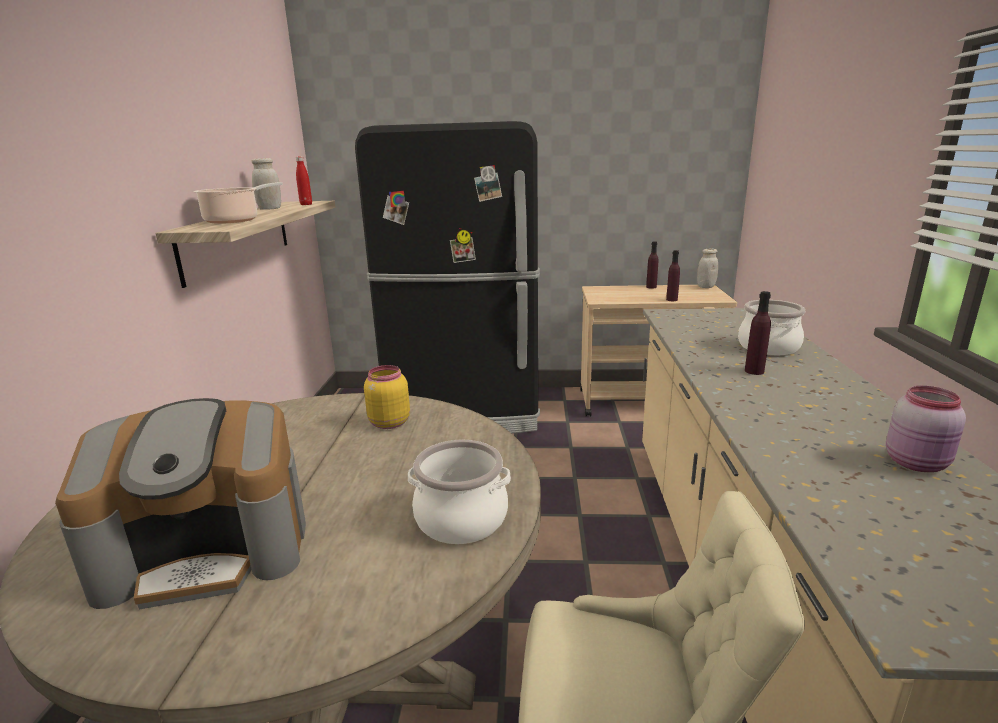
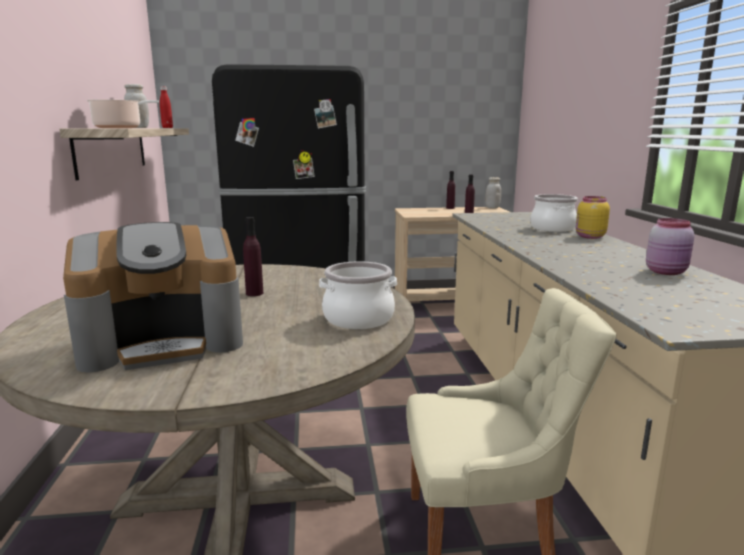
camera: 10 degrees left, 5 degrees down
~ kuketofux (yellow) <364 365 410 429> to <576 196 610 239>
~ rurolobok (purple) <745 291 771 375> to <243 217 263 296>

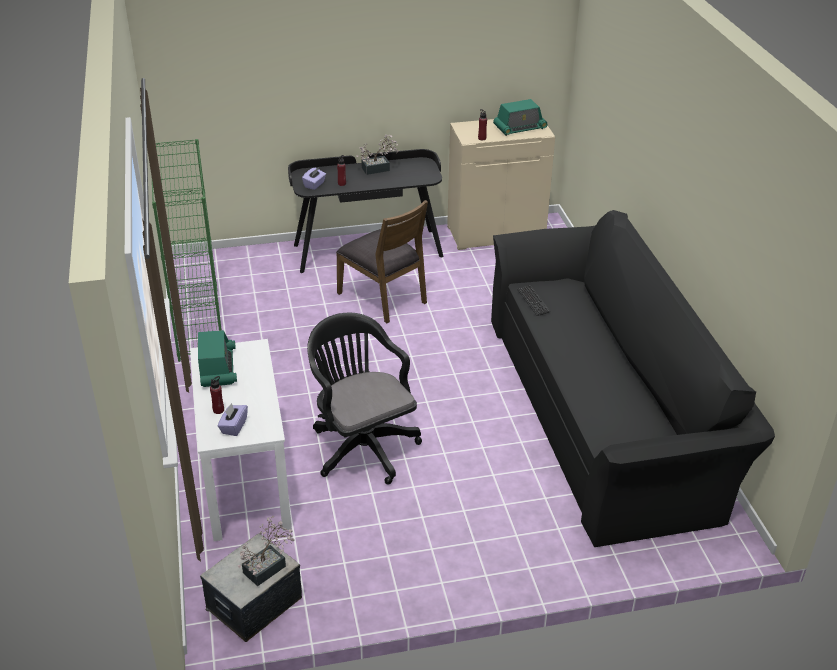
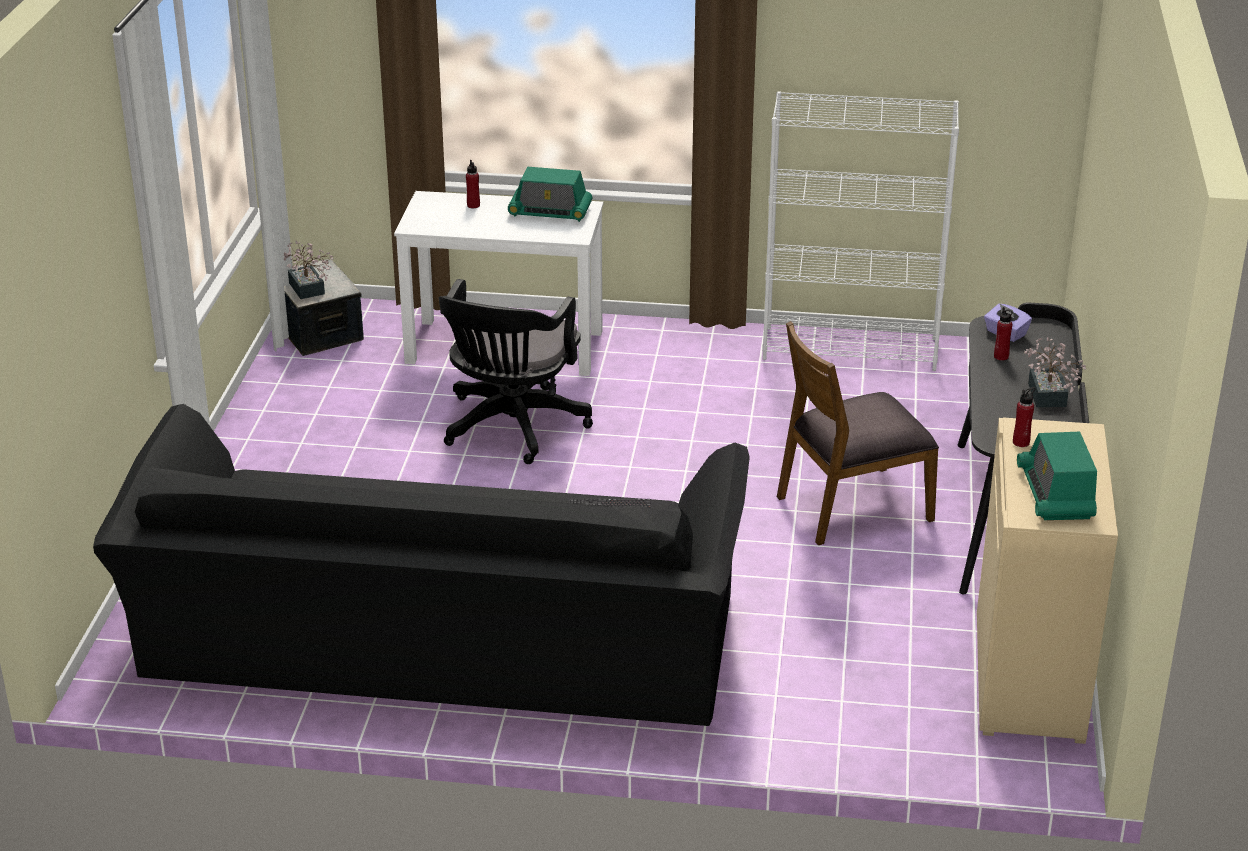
camera: 110 degrees right, 5 degrees down
- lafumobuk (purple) <218 403 248 436>
~ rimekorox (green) <152 139 222 362> to rimekorox (white) <762 91 959 371>
~ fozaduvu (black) <307 313 422 485> = <438 279 593 464> 120 degrees clockwise

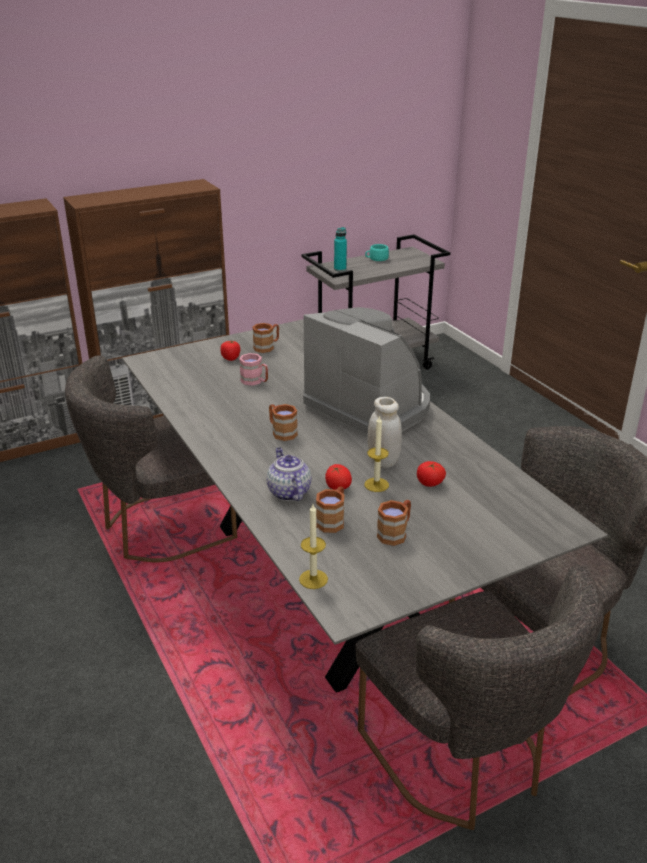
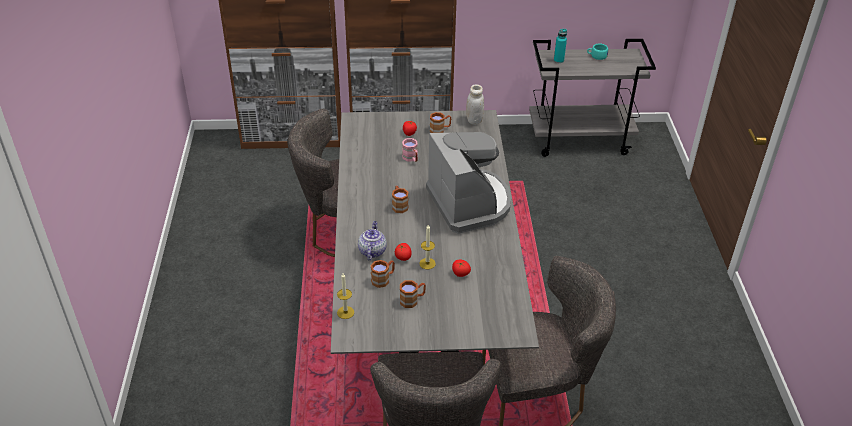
camera: 25 degrees right, 10 degrees up
~ kuketofux (white) <368 397 402 468> to <466 84 484 125>

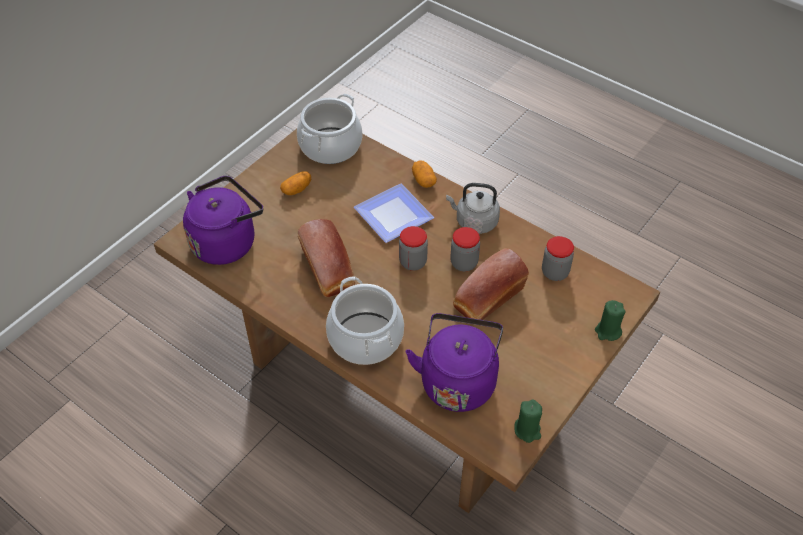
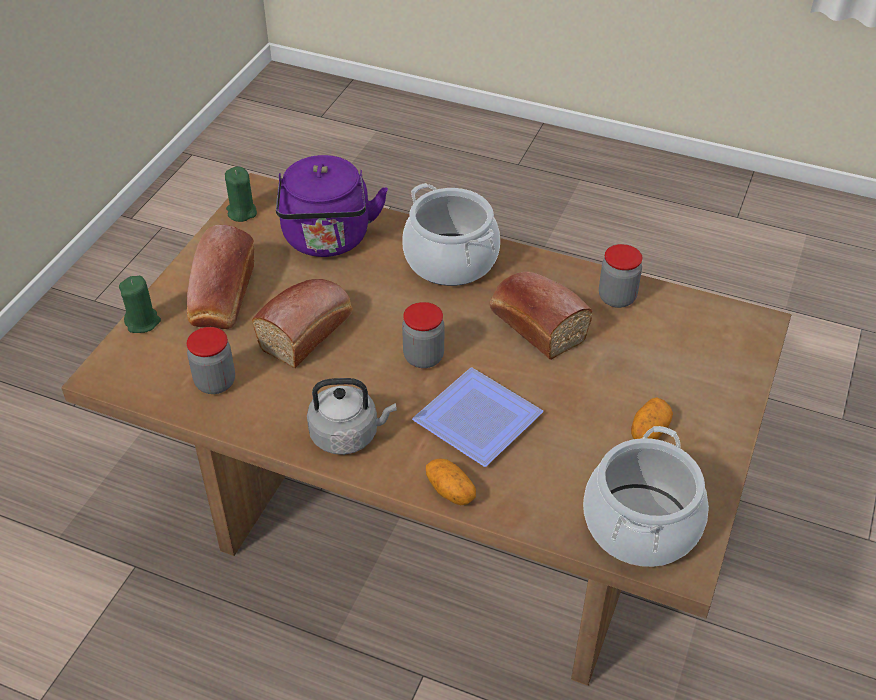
camera: 165 degrees right, 5 degrees down
- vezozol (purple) <183 176 263 265>
+ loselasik <187 225 255 329>
~ kuketofux <450 227 480 272> to <599 244 642 308>

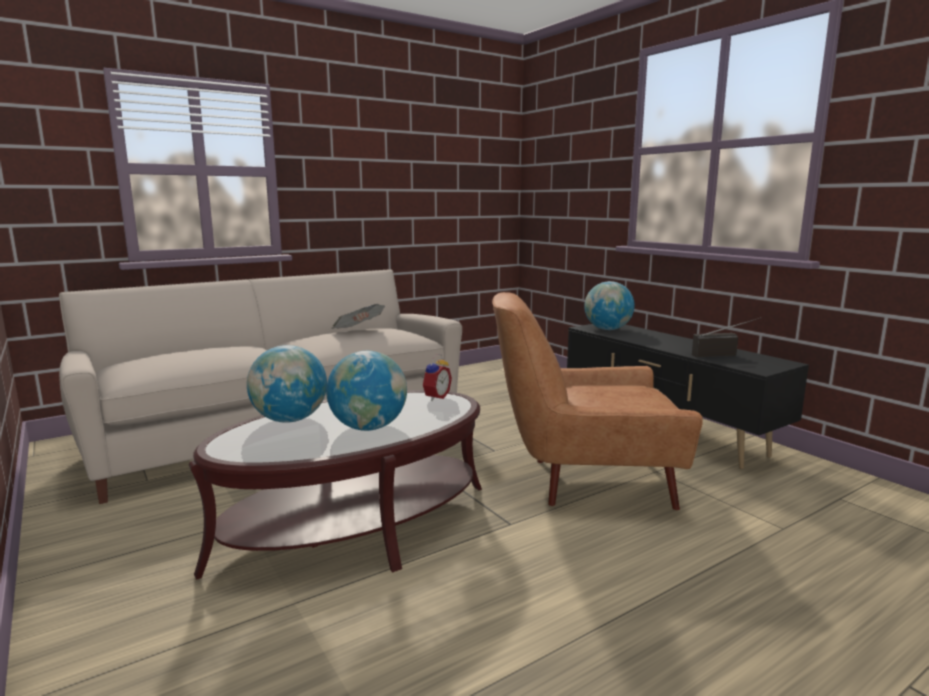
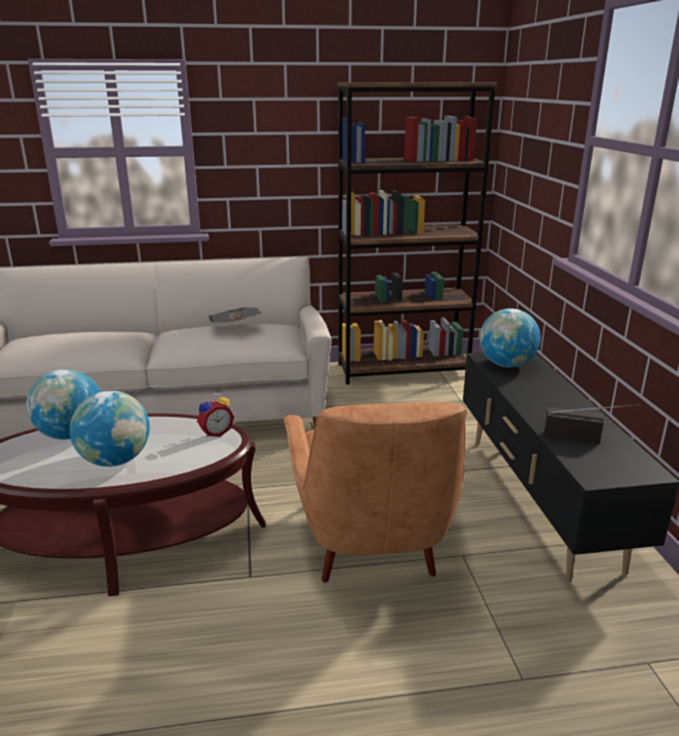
camera: 25 degrees right, 10 degrees up
+ rimekorox (brown) <337 82 497 385>
~ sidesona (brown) <492 292 703 510> = <283 402 467 582> 120 degrees counterclockwise

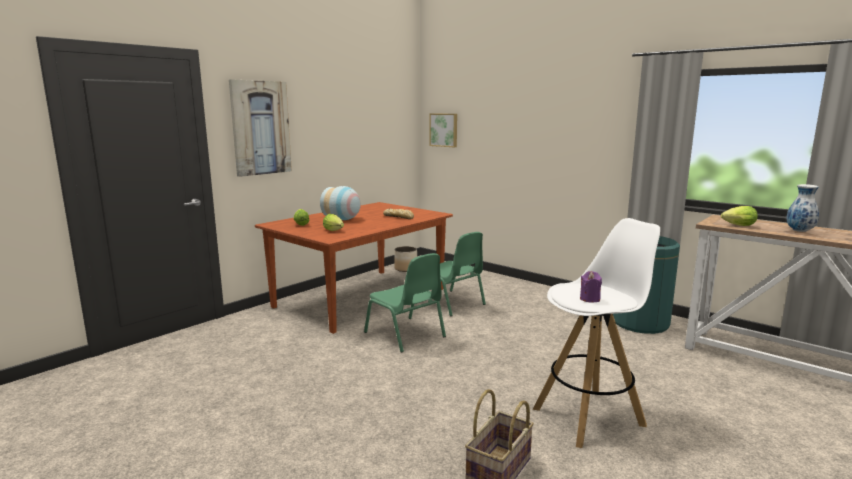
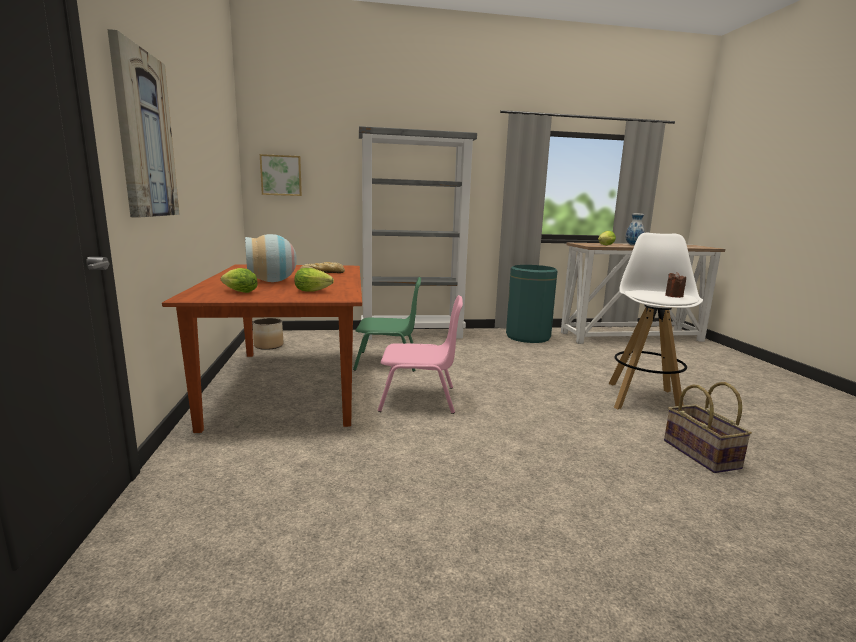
camera: 50 degrees left, 0 degrees up
+ rimekorox (grey) <359 126 477 340>
~ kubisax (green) <364 253 446 353> to kubisax (pink) <378 295 463 414>
~ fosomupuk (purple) <580 271 602 303> to fosomupuk (brown) <665 272 686 298>

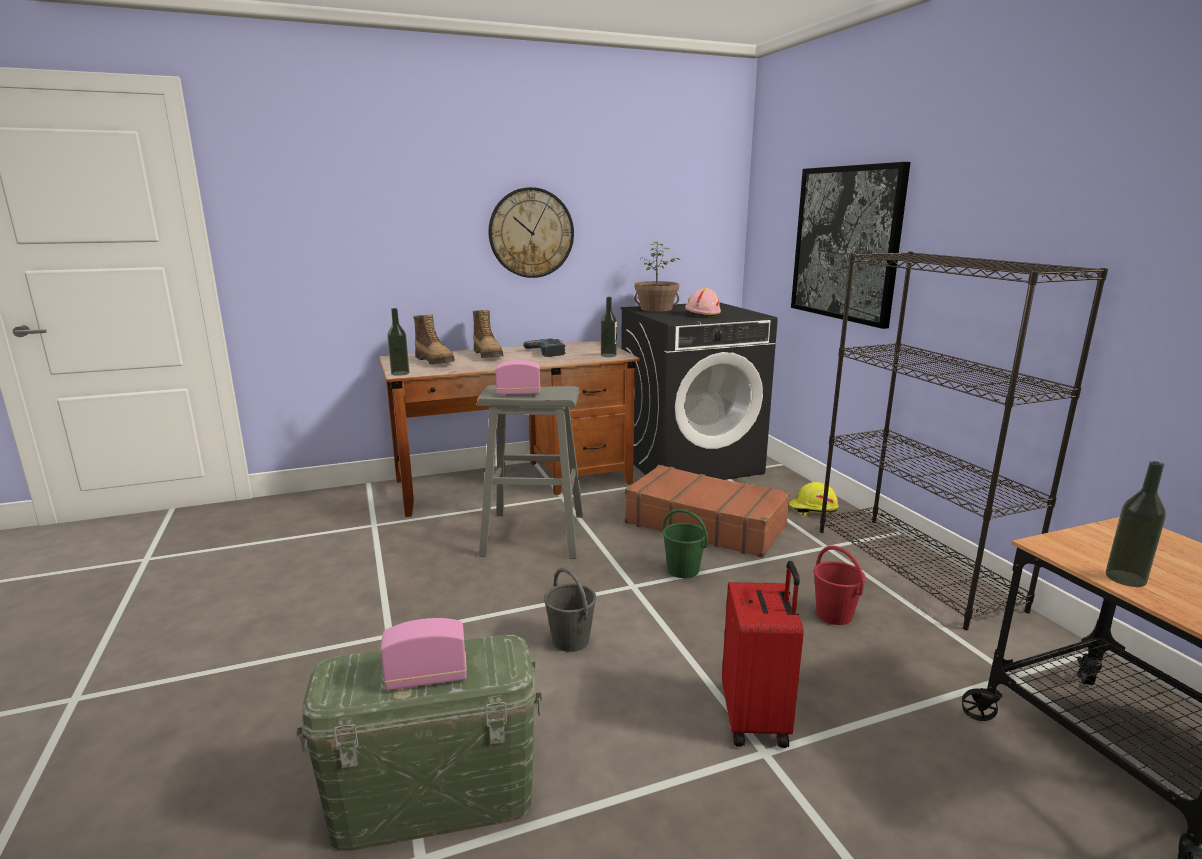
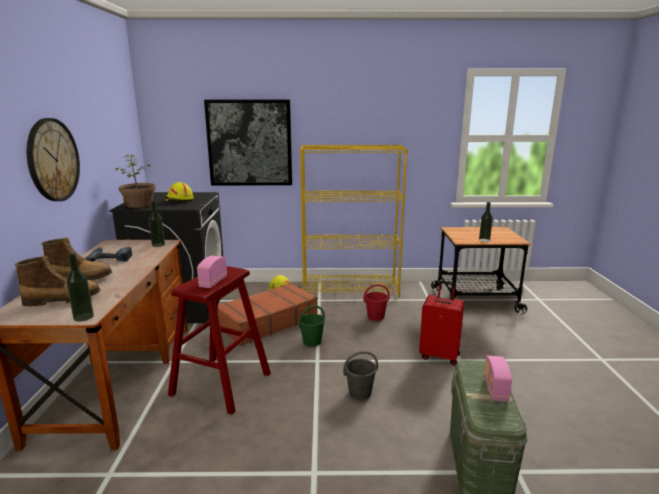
camera: 70 degrees left, 0 degrees up
~ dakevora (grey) <477 385 583 559> to dakevora (red) <168 266 271 415>
~ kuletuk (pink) <685 288 721 317> to kuletuk (yellow) <165 182 194 201>
~ rimekorox (black) <820 252 1108 630> to rimekorox (yellow) <300 144 408 297>

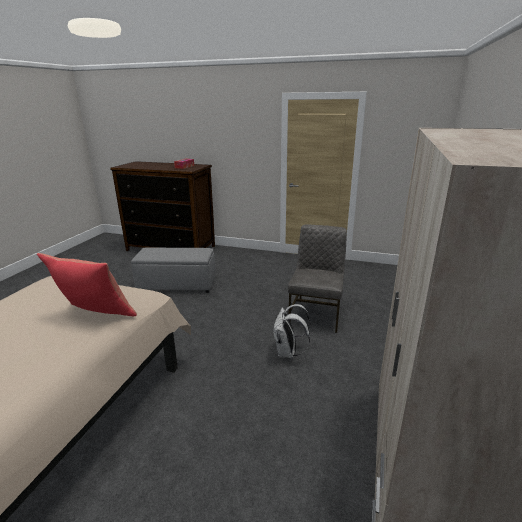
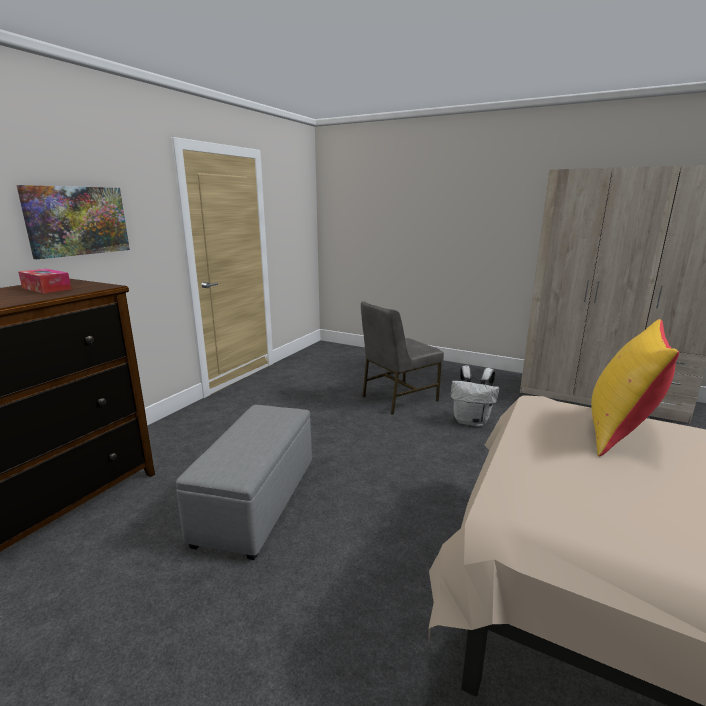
camera: 80 degrees left, 5 degrees down
+ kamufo <17 185 130 259>
~ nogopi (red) <37 253 137 316> to nogopi (yellow) <591 319 679 456>
~ kubisax (grey) <288 224 347 333> = <361 301 444 415> 60 degrees counterclockwise

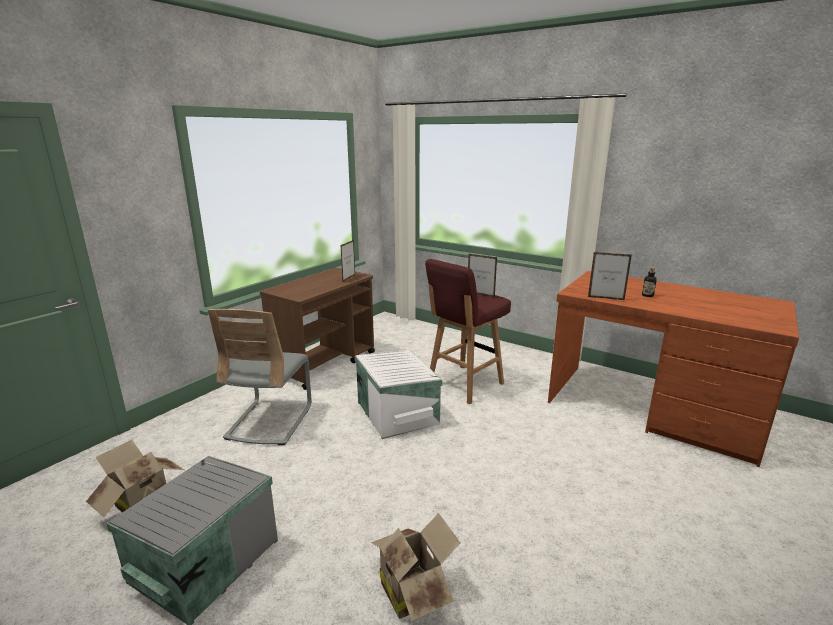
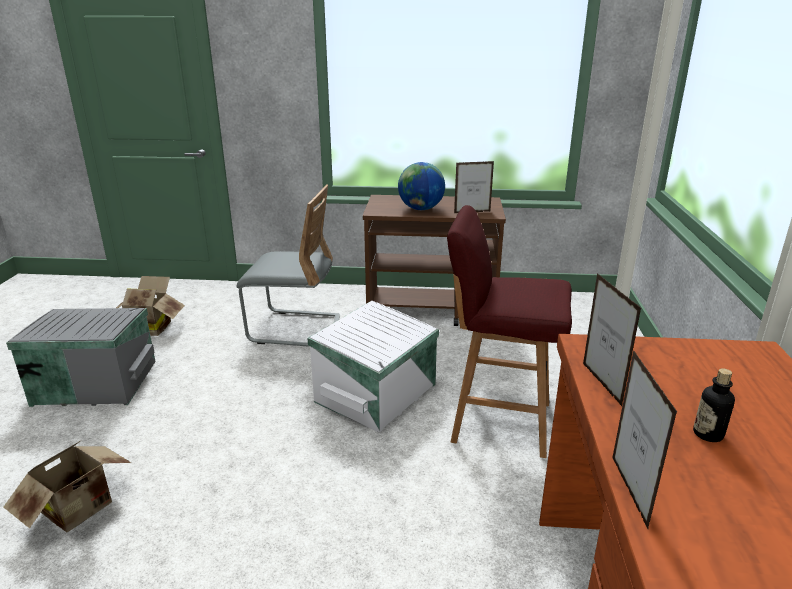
camera: 60 degrees right, 5 degrees up
+ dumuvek <398 162 445 210>
~ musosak <468 254 497 297> to <612 350 677 529>
~ kubisax (grey) <208 309 311 445> = <236 185 340 347> 150 degrees counterclockwise

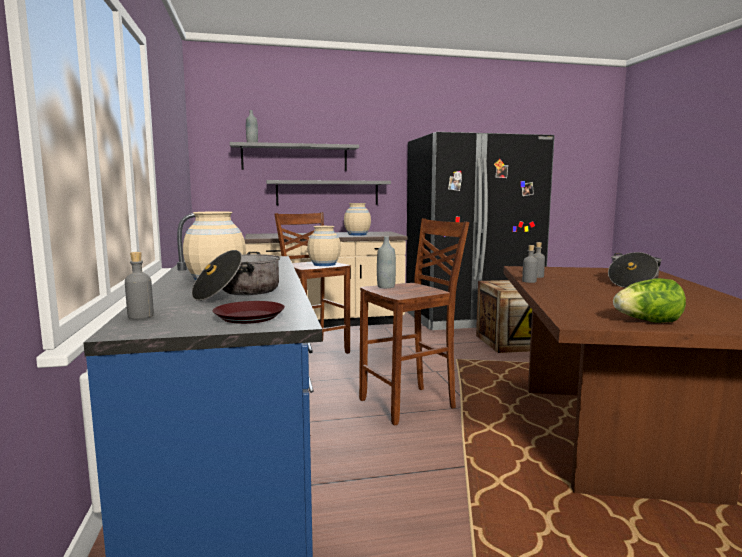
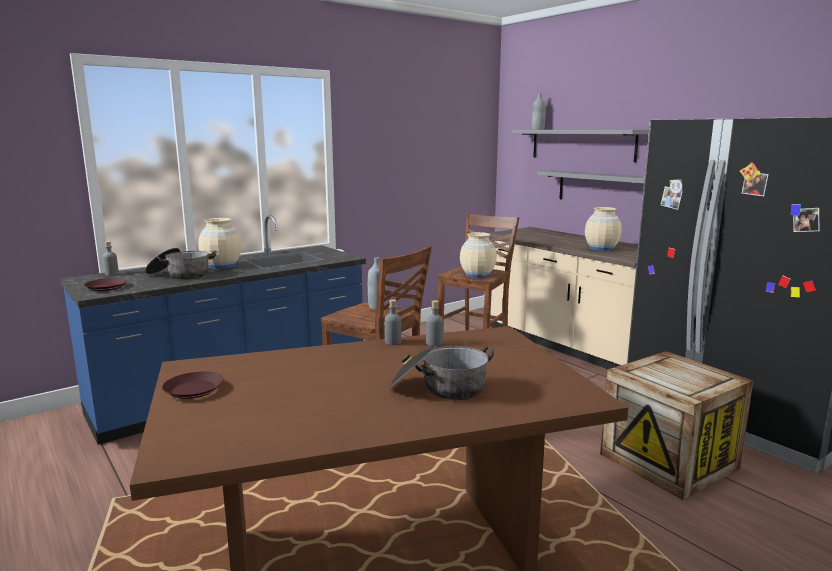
camera: 65 degrees right, 5 degrees up
~ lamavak <613 278 686 323> to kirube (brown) <162 372 223 399>

